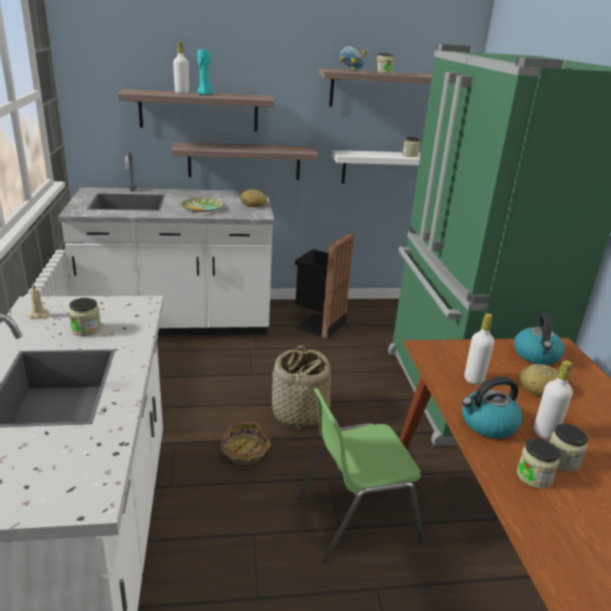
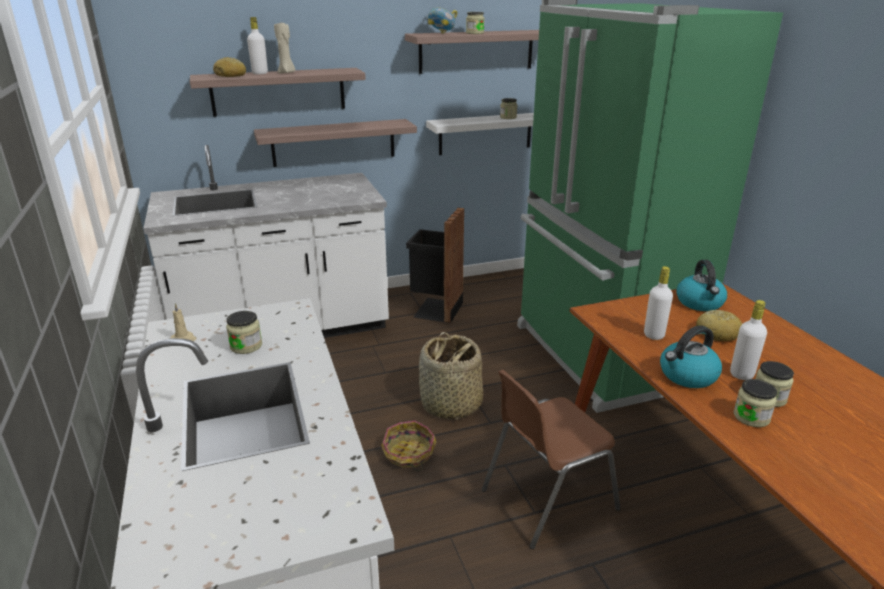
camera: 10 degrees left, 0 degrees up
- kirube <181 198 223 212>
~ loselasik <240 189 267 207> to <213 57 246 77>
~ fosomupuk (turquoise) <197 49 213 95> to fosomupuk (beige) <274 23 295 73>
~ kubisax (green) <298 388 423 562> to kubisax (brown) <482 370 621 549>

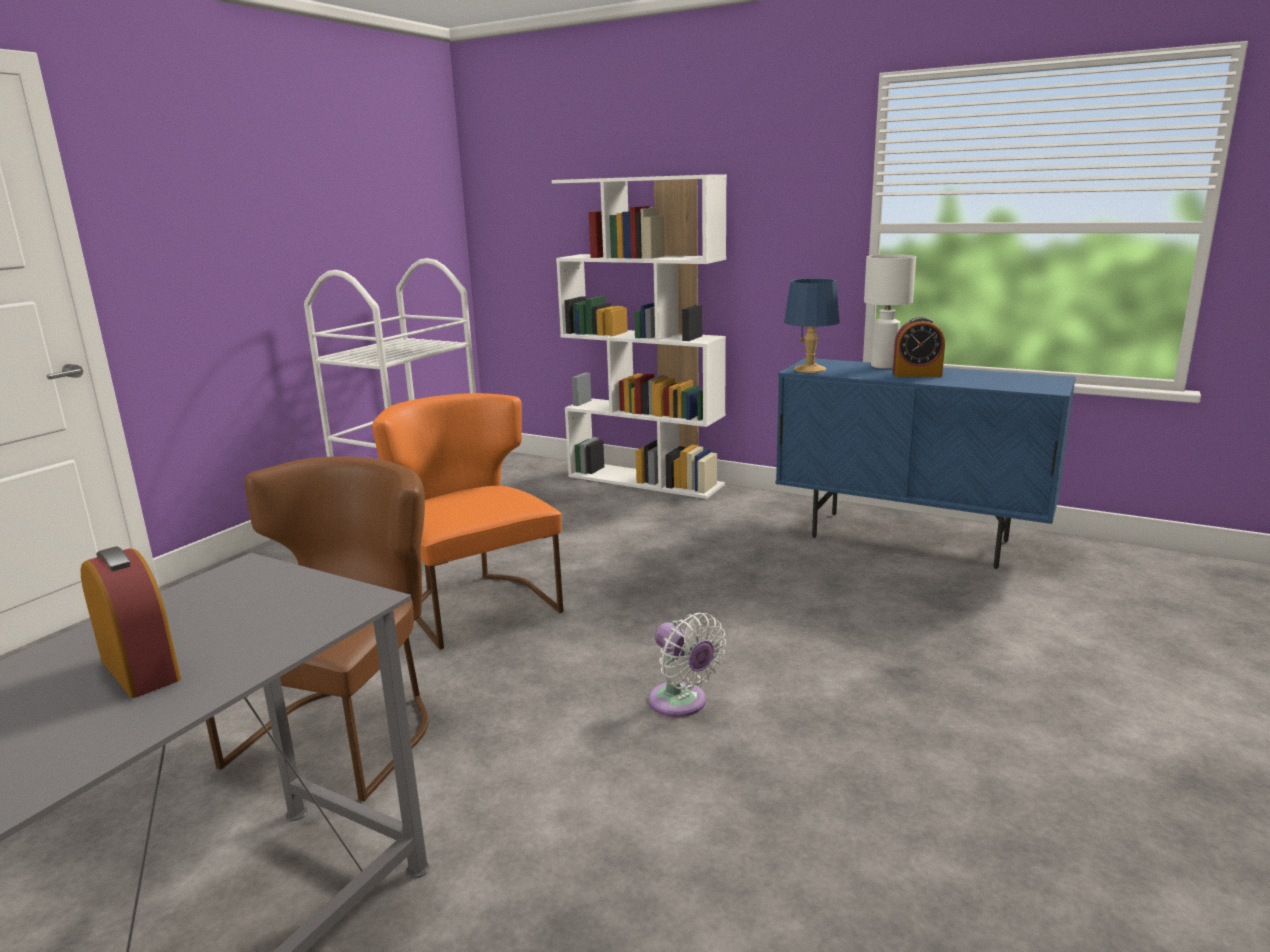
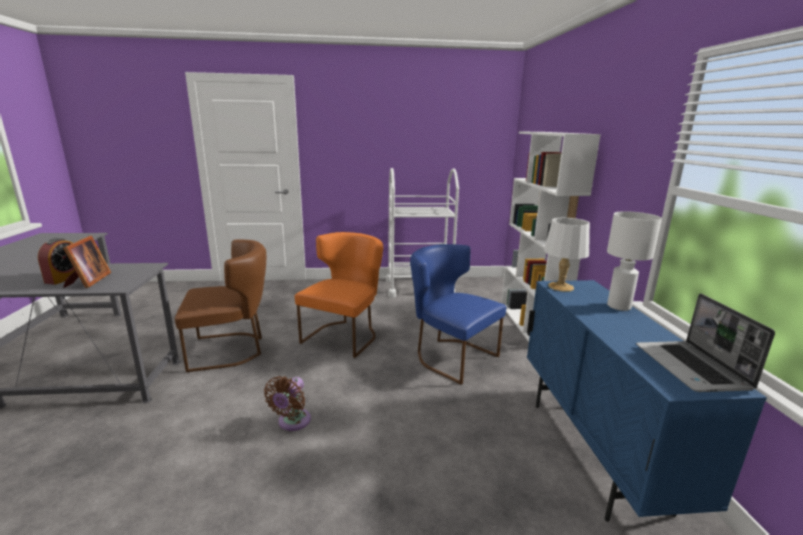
camera: 55 degrees right, 0 degrees up
- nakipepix <893 317 945 377>
+ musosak <63 236 111 288>
+ kubisax (blue) <410 244 507 385>
+ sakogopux <636 293 775 392>
~ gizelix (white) <649 612 726 717> to gizelix (brown) <264 376 311 431>
~ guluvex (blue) <784 278 840 373> to guluvex (white) <544 218 590 292>

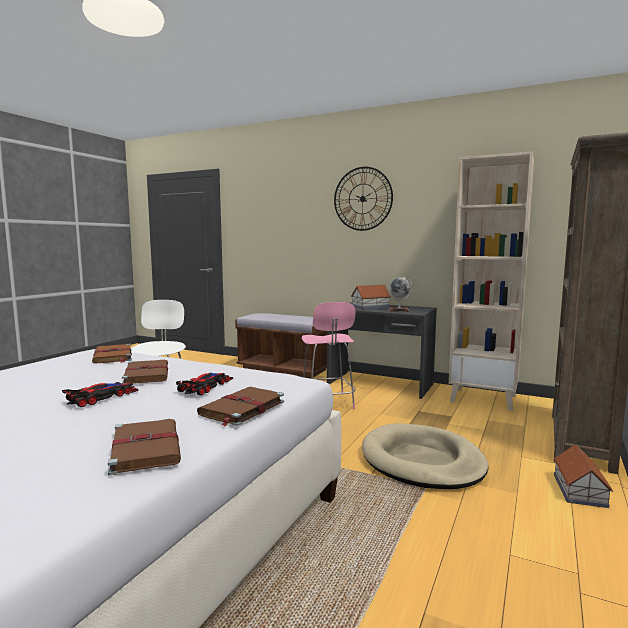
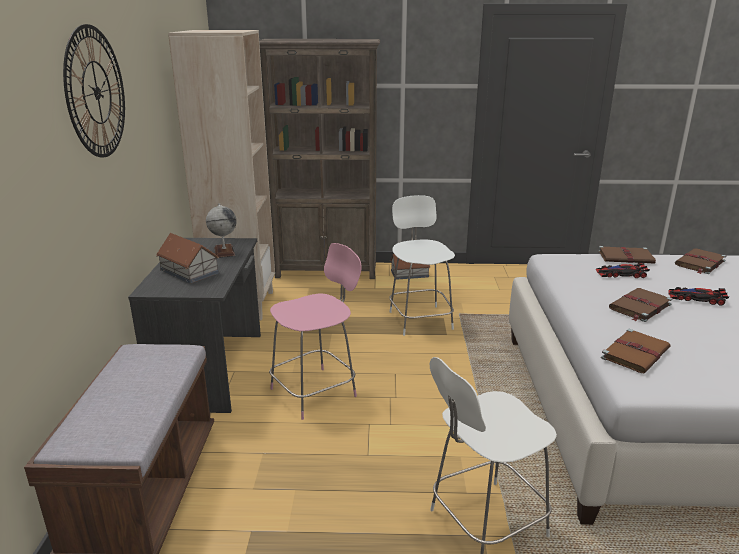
camera: 115 degrees left, 15 degrees up
~ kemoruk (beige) <362 423 489 489> to kubisax (white) <389 195 455 336>

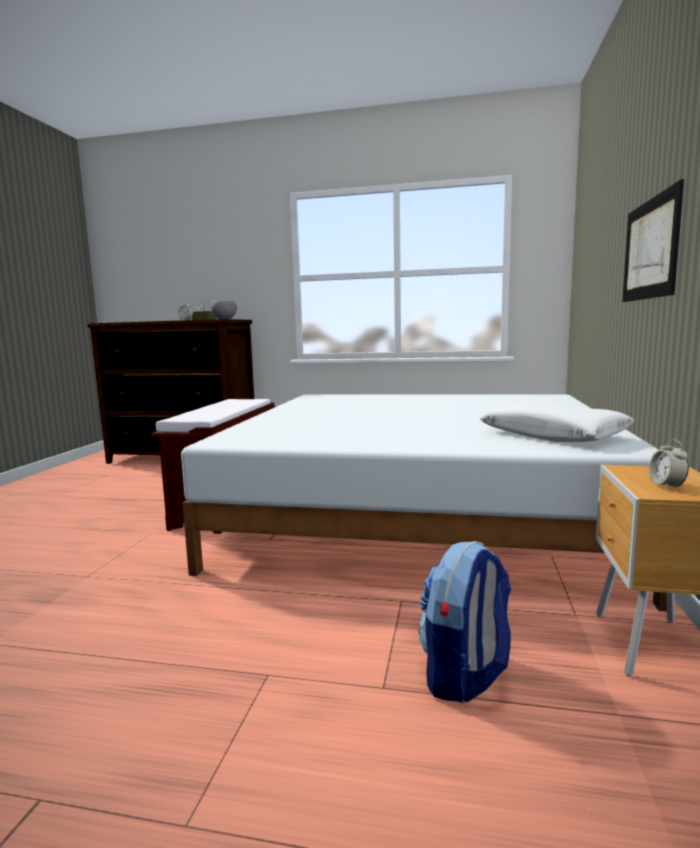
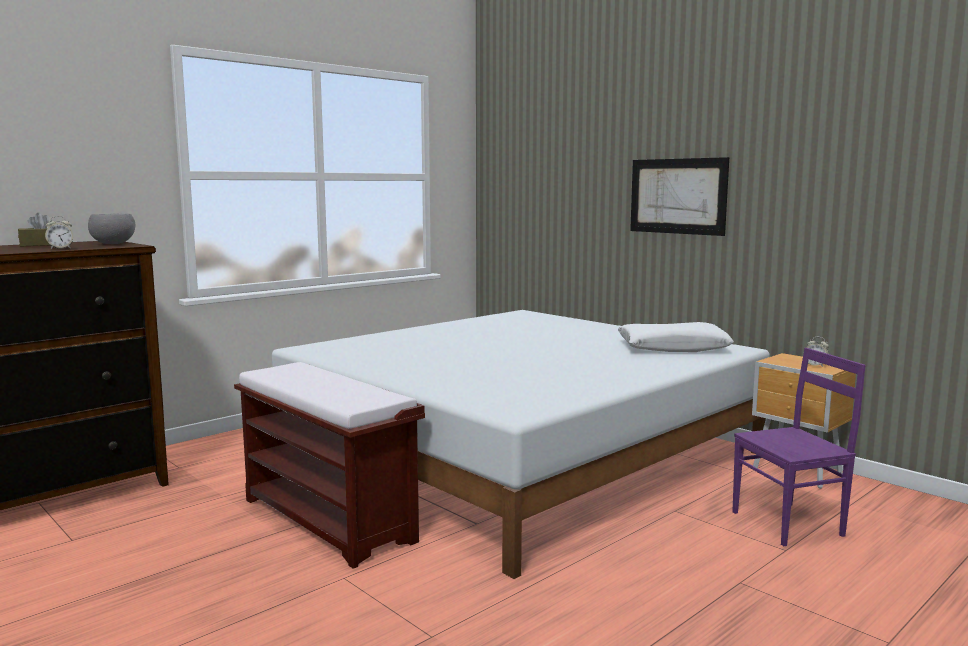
camera: 55 degrees left, 0 degrees up
~ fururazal <419 541 511 703> to kubisax (purple) <732 348 866 546>

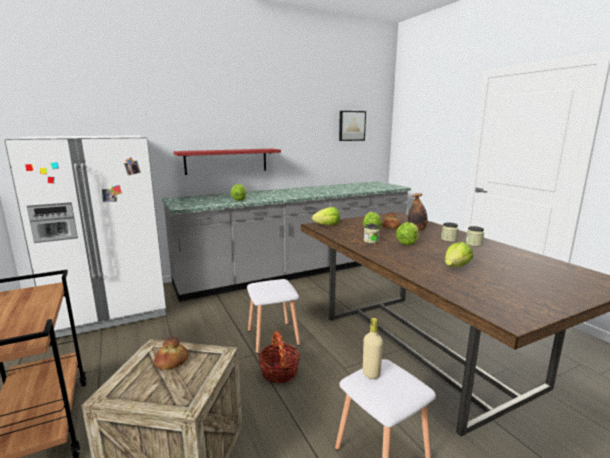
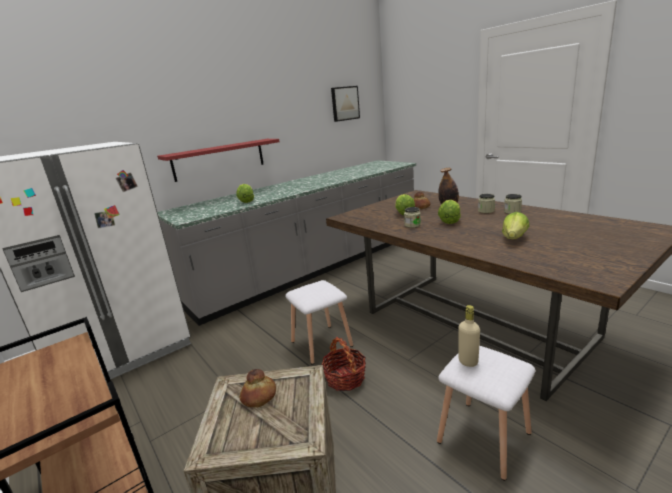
camera: 10 degrees left, 5 degrees up
- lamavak <312 207 340 225>

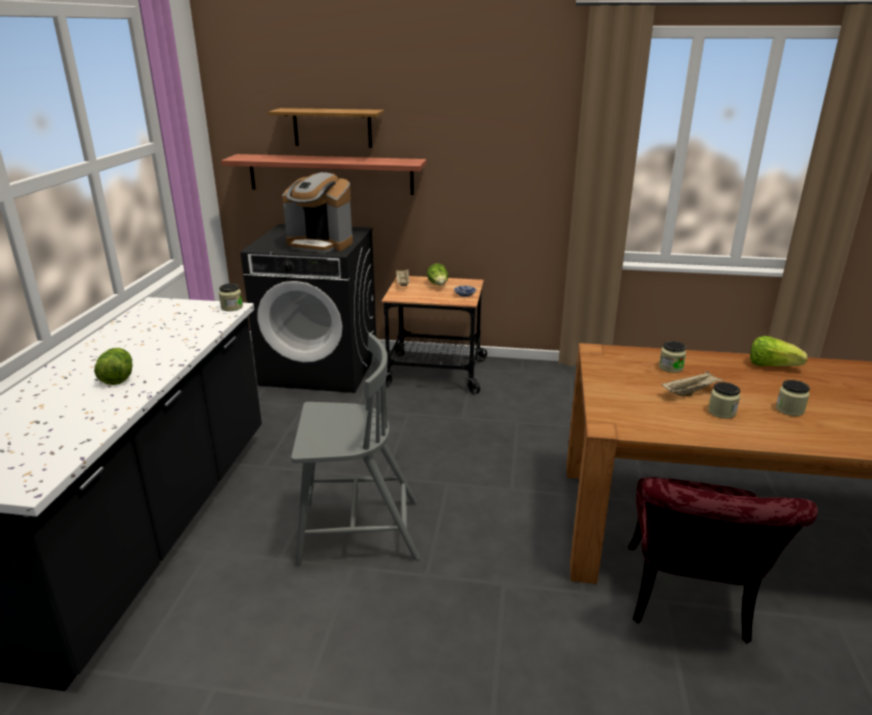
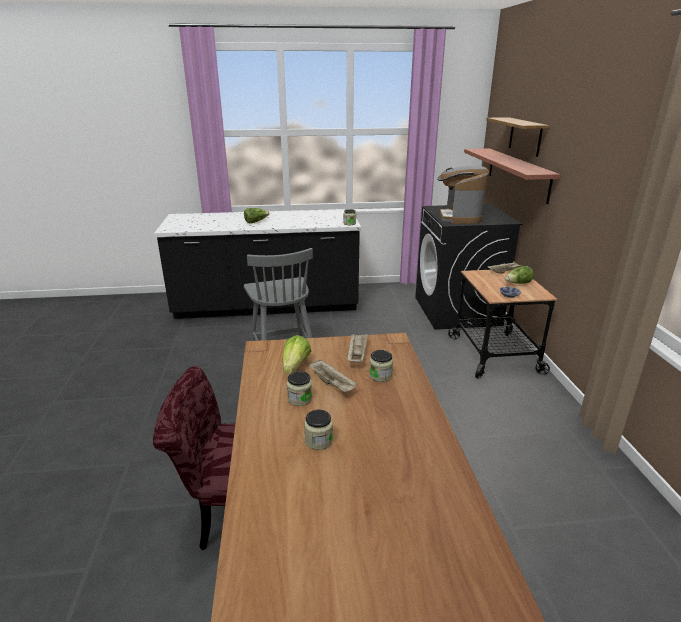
camera: 75 degrees right, 0 degrees up
+ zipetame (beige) <347 334 368 362>
~ lamavak <750 336 807 366> to <283 335 311 374>

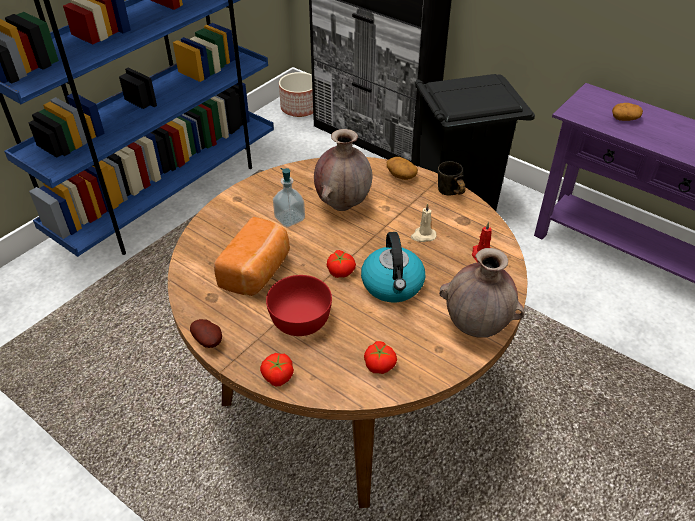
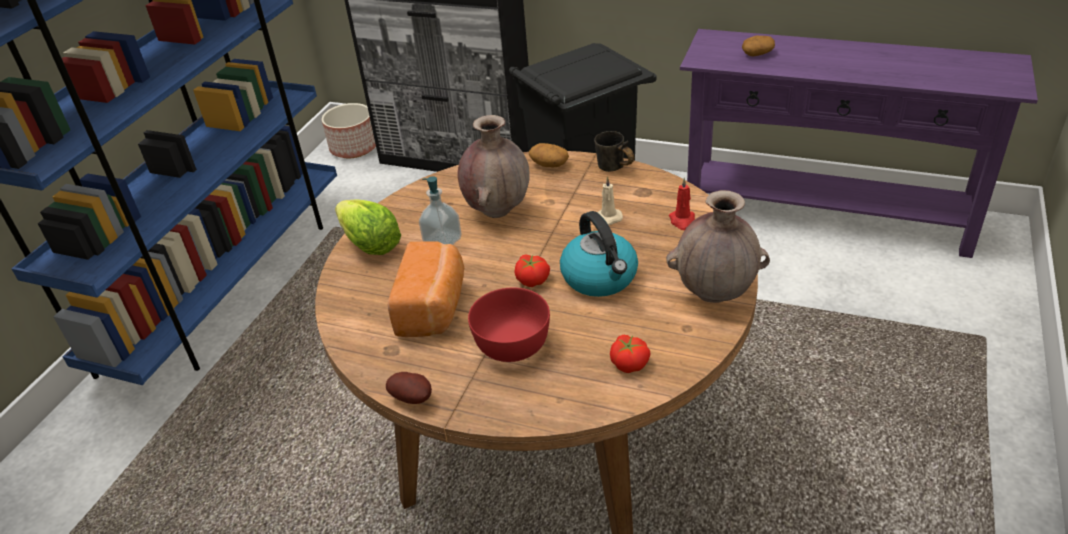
camera: 15 degrees left, 5 degrees down
- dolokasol <260 353 294 386>
+ lamavak <335 199 401 255>

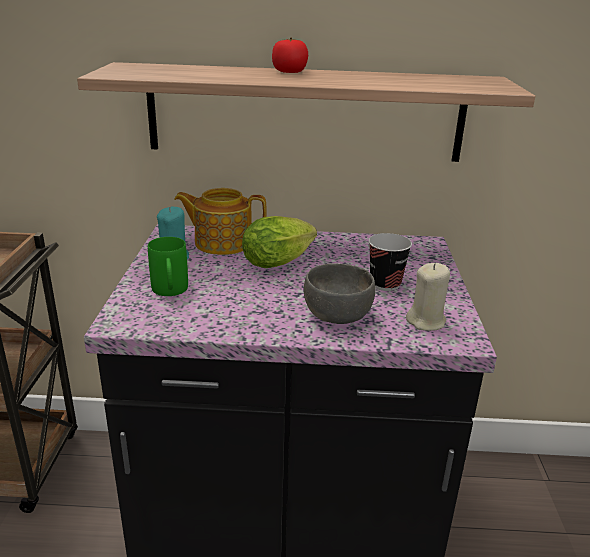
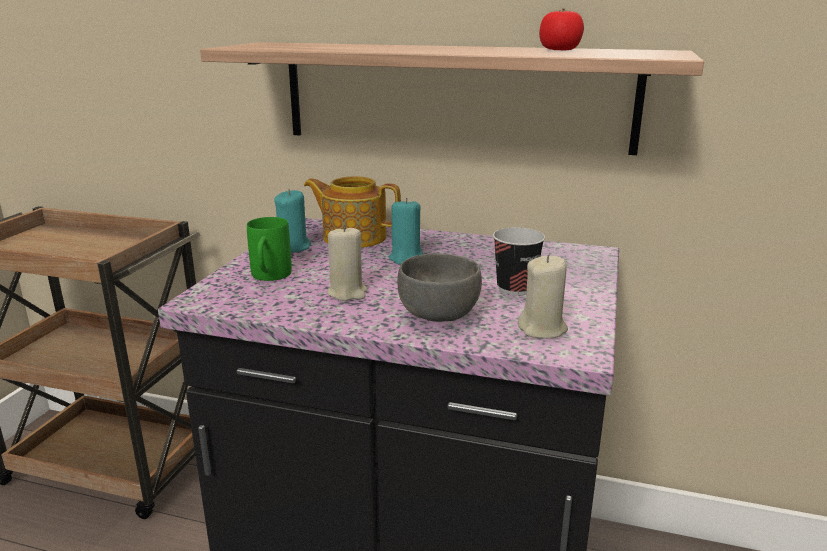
camera: 15 degrees right, 5 degrees down
+ fosomupuk (beige) <327 225 368 301>
~ dolokasol <272 38 308 73> to <539 9 584 51>
~ lamavak <242 216 317 268> to fosomupuk (turquoise) <389 198 423 265>

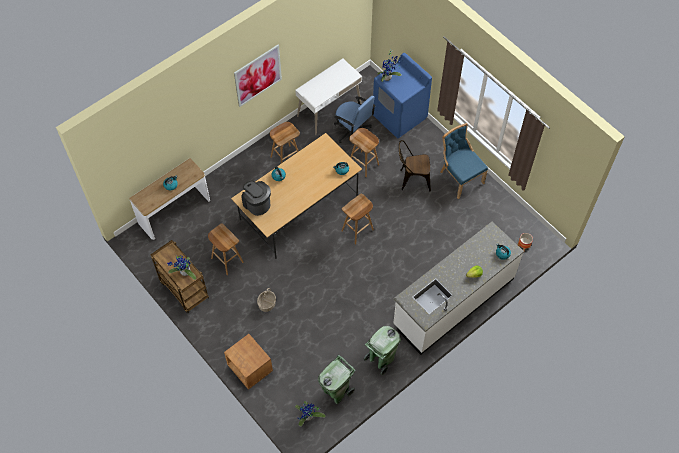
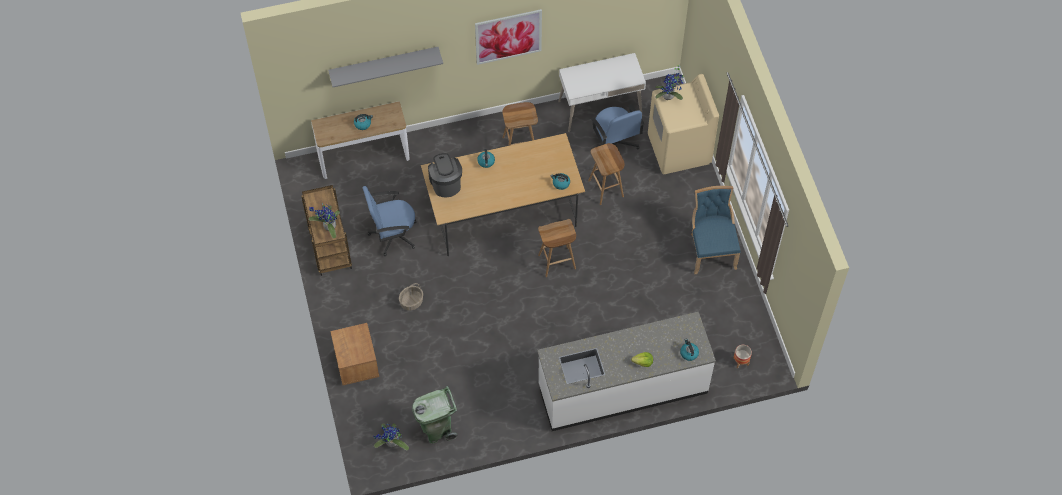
camera: 25 degrees right, 0 degrees up
- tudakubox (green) <364 326 401 375>
- kubisax (brown) <399 140 431 191>
+ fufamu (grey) <328 47 443 87>
~ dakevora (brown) <208 223 244 275> to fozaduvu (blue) <363 186 416 256>
~ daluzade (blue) <372 53 432 138> to daluzade (beige) <648 74 719 174>

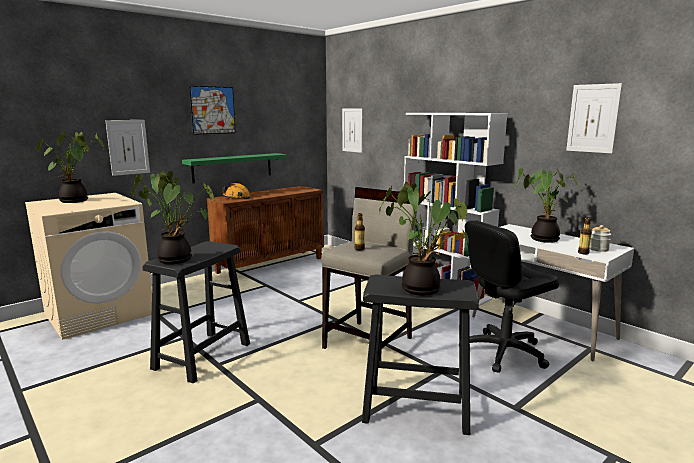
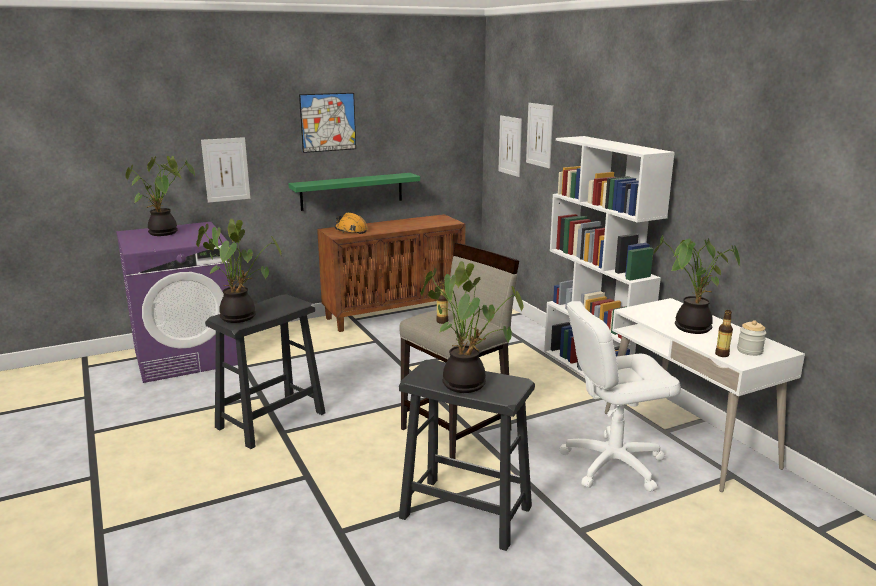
camera: 15 degrees right, 5 degrees up
~ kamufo <566 83 622 153> to <526 103 553 168>
~ daluzade (beige) <25 193 152 340> to daluzade (purple) <116 222 238 383>
~ fozaduvu (black) <465 220 559 373> to fozaduvu (white) <559 301 681 492>

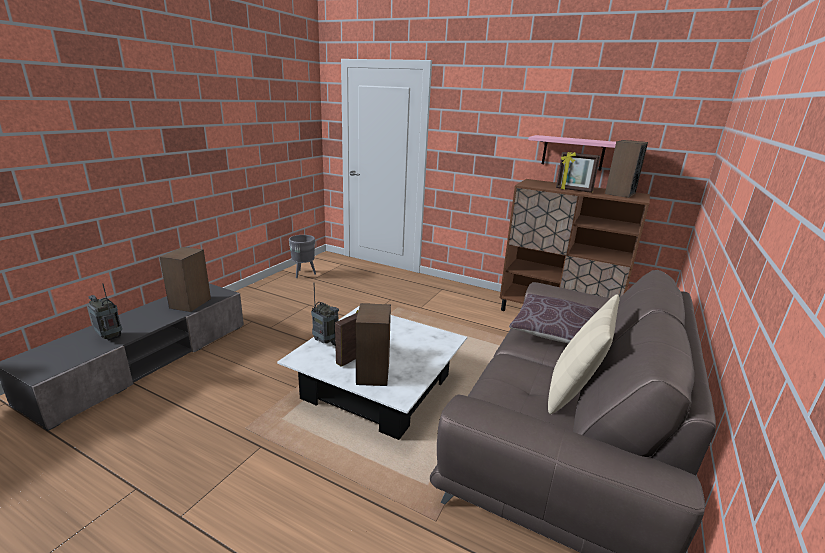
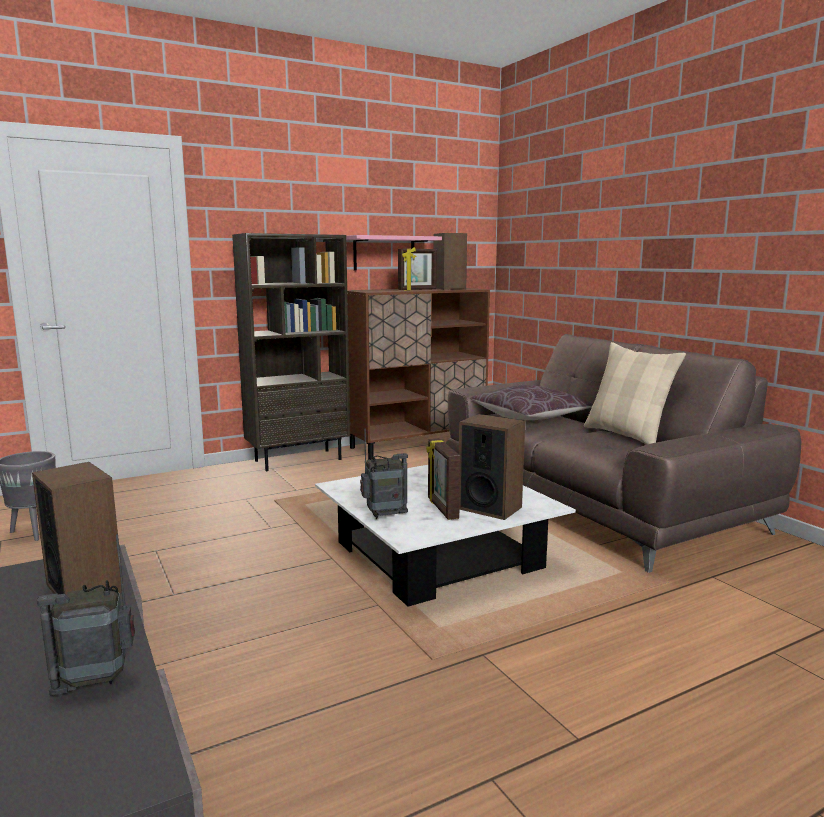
camera: 55 degrees left, 10 degrees down
+ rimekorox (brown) <232 233 350 471>

